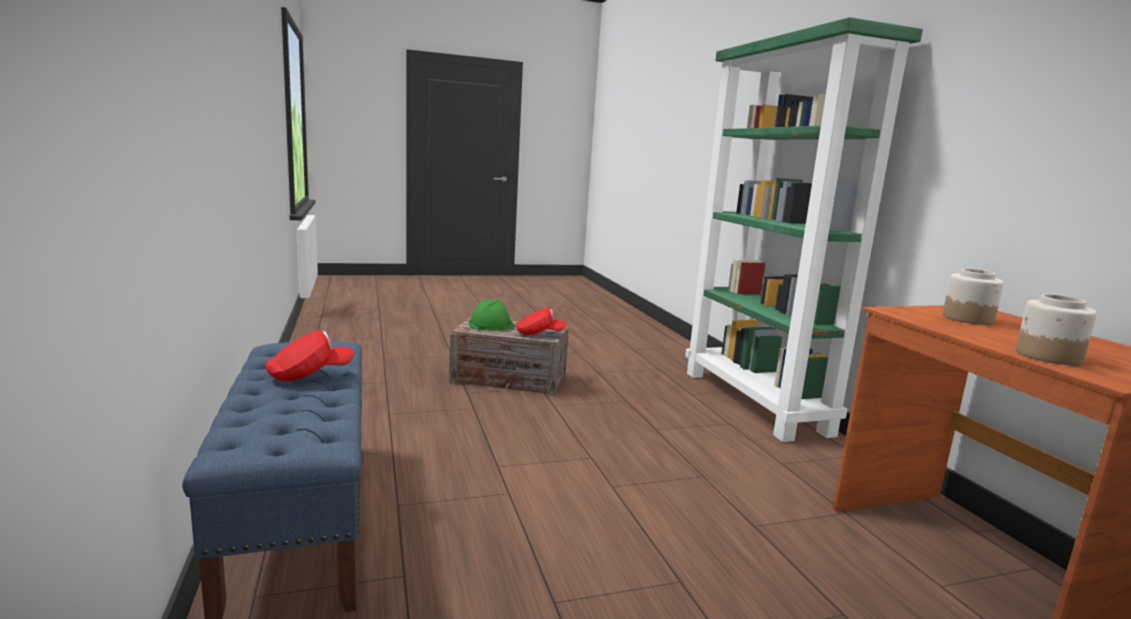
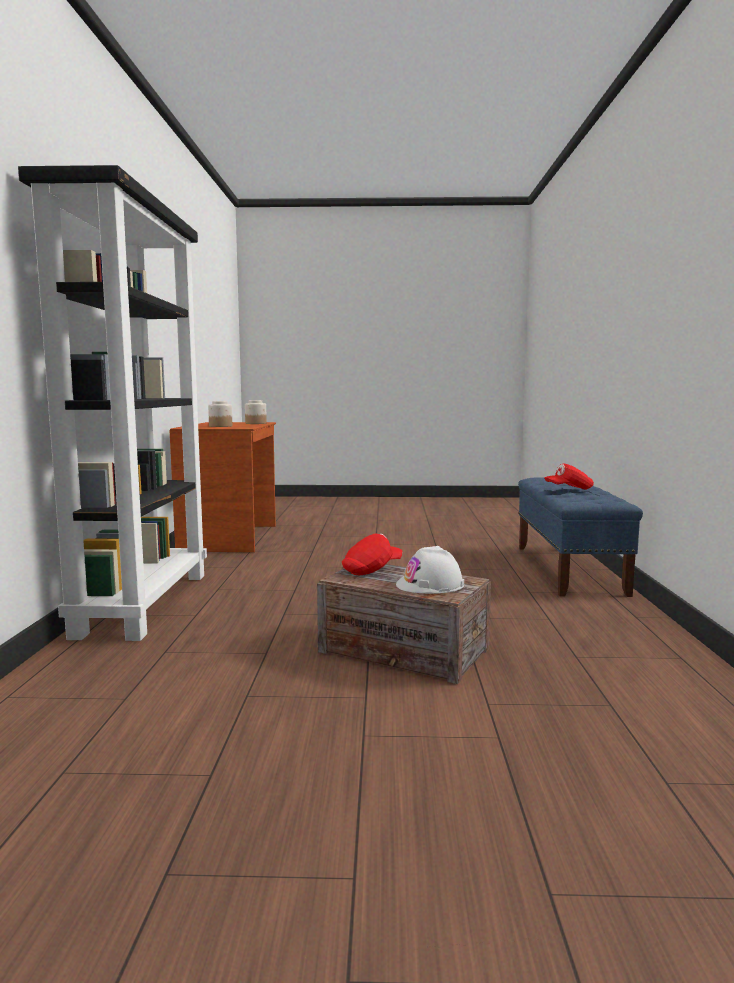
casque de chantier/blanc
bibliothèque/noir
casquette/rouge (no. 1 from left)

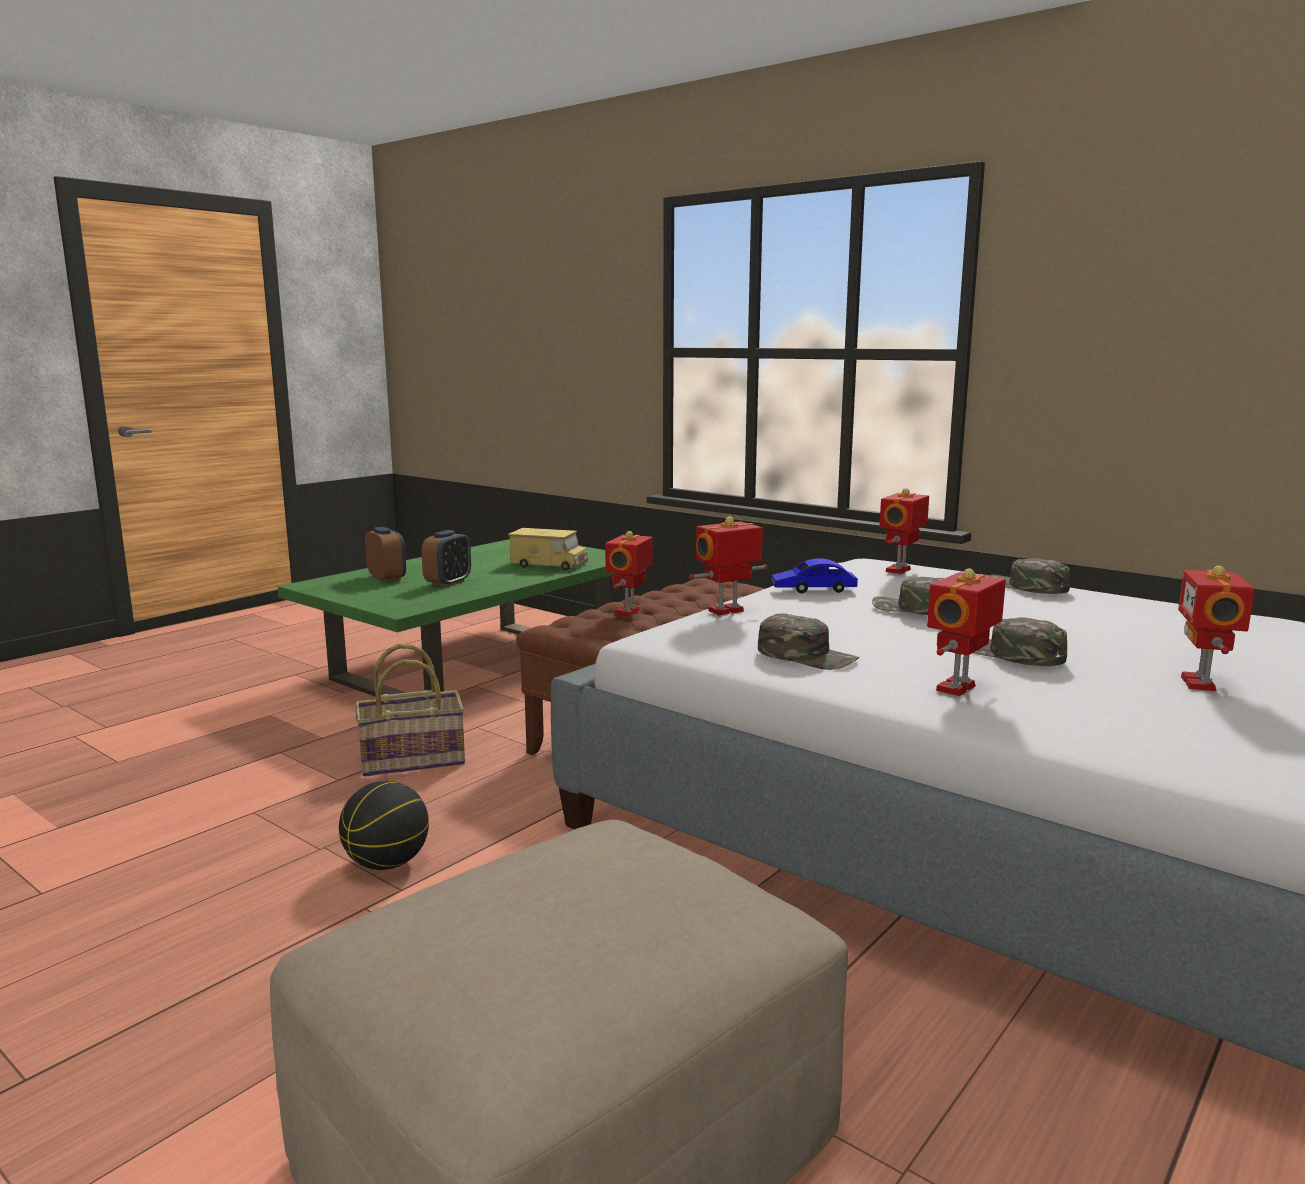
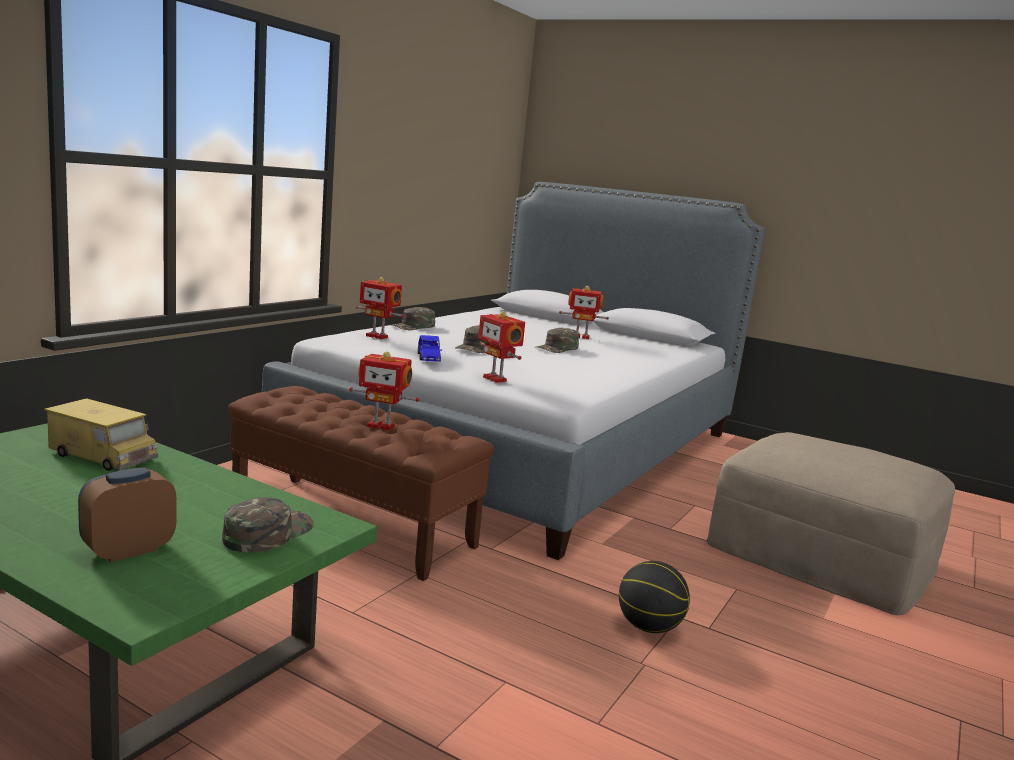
panier
réveil (no. 2 from left in the first image)
robot jouet (no. 4 from left in the first image)
casquette/vert (no. 1 from left)
camion jouet

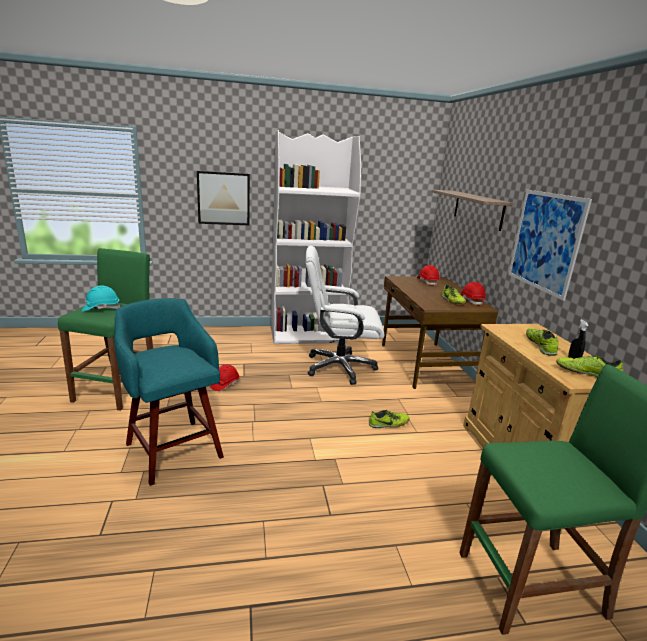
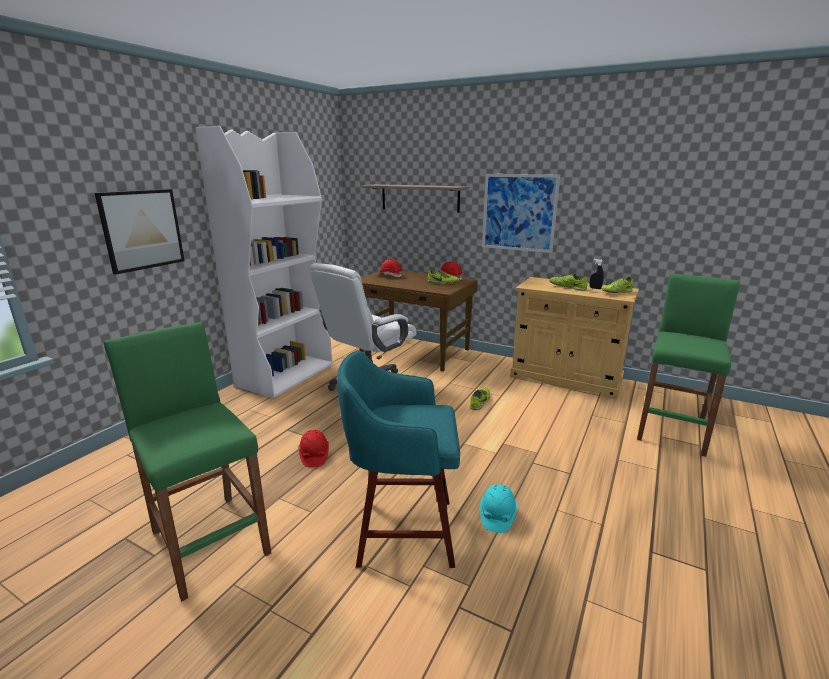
casque de chantier/turquoise

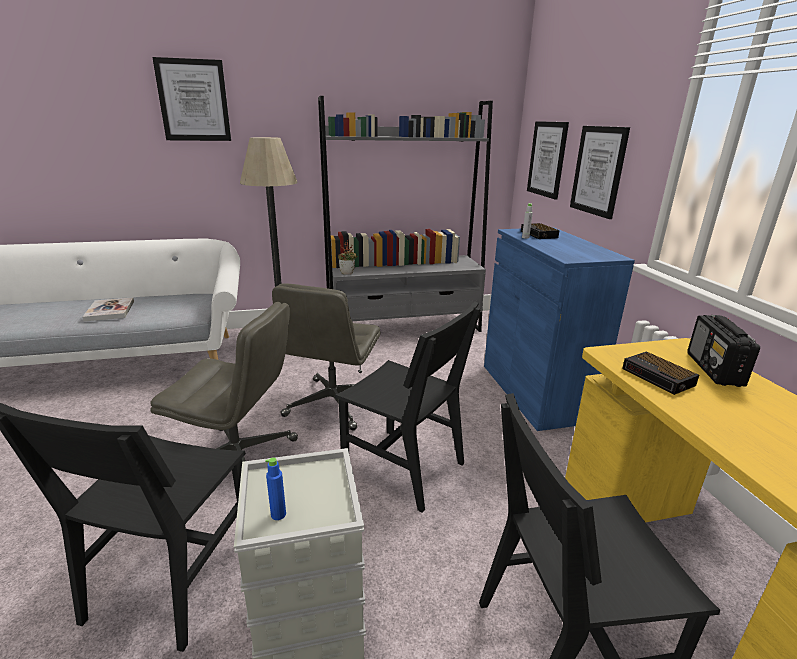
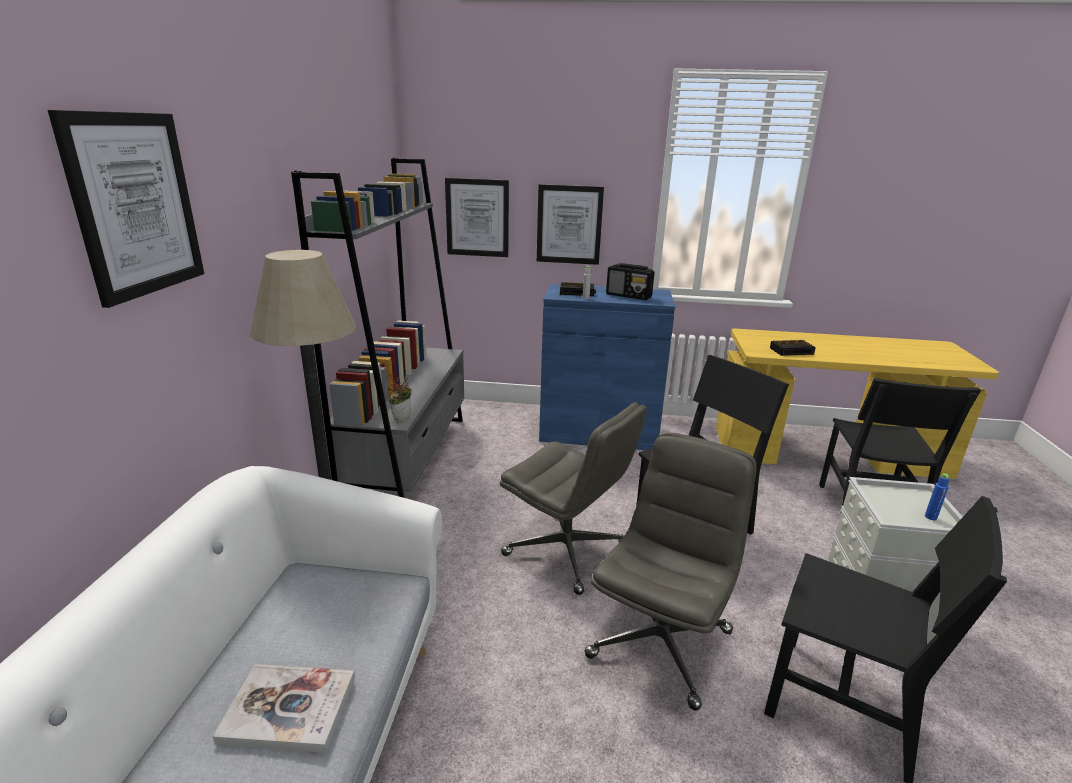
radio

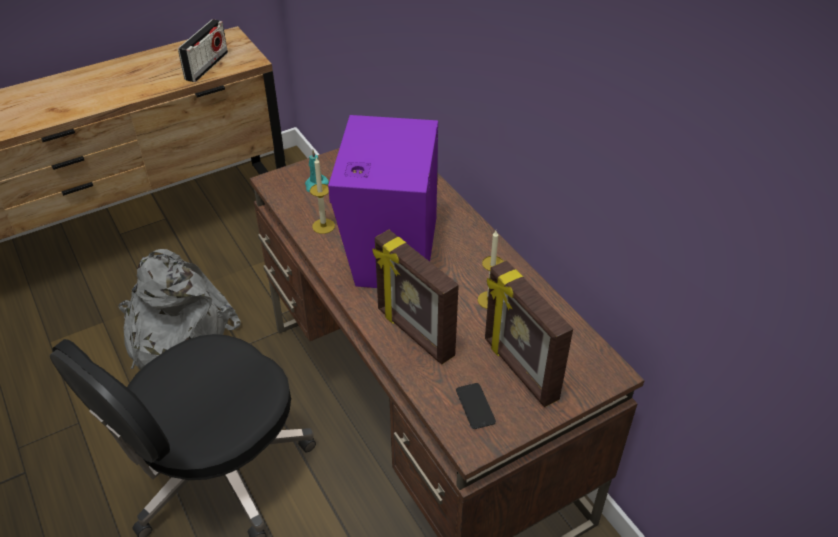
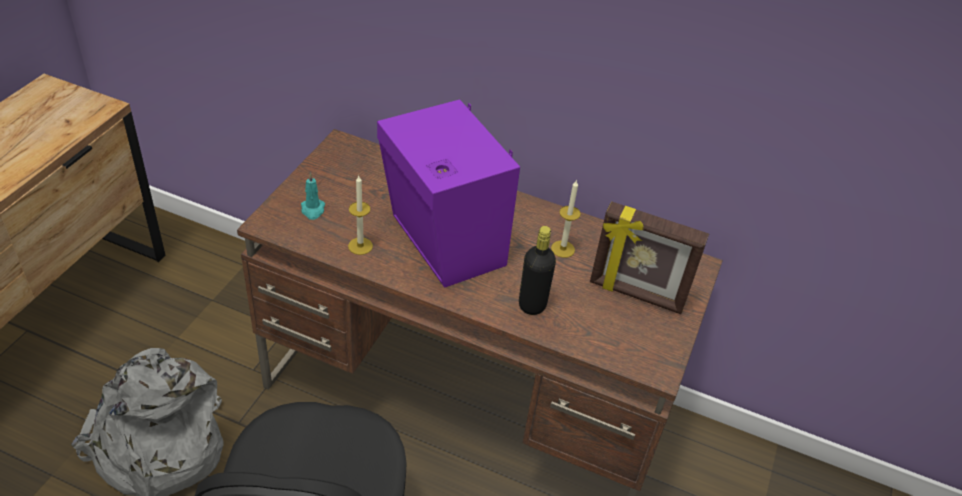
radio
téléphone
bouteille/noir

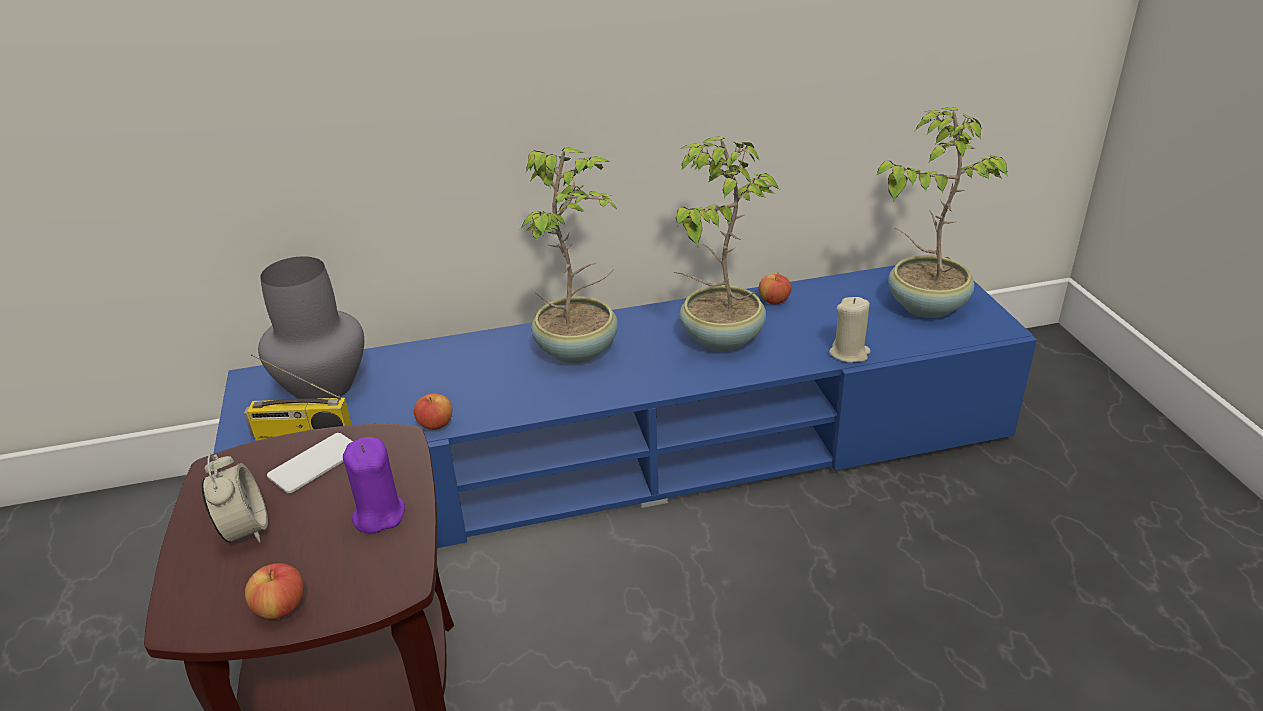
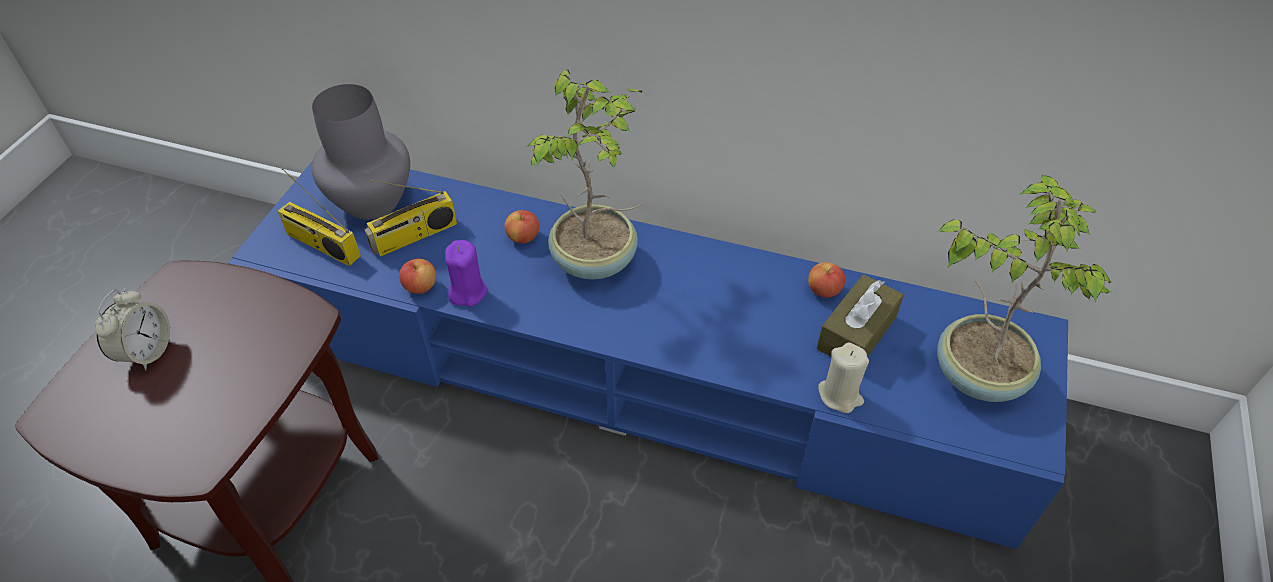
téléphone
plante en pot (no. 2 from left in the first image)
radio (no. 2 from left)
boîte à mouchoirs/marron
pomme (no. 2 from left)
bougie/violet

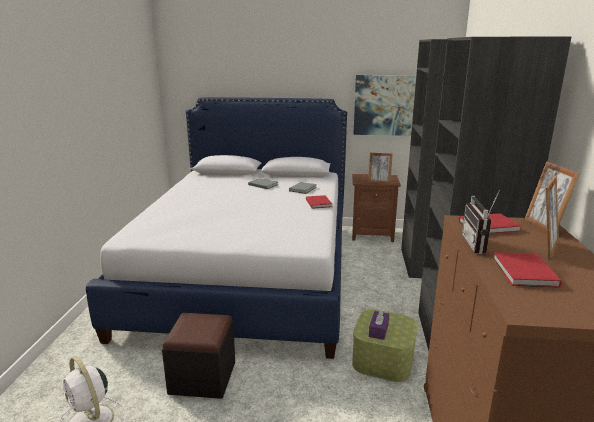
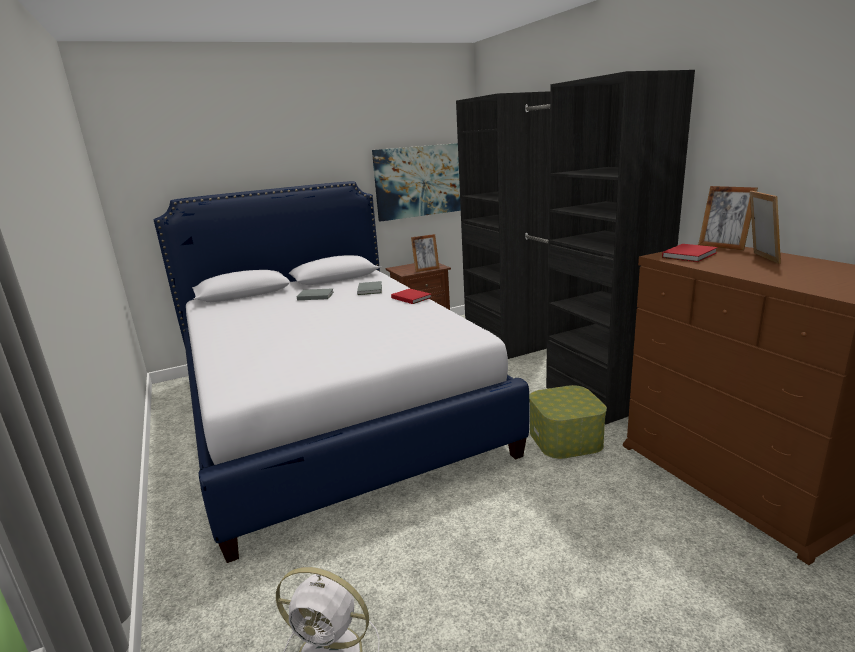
pouf/noir
boîte à mouchoirs/violet
radio
livre/rouge (no. 3 from left in the first image)

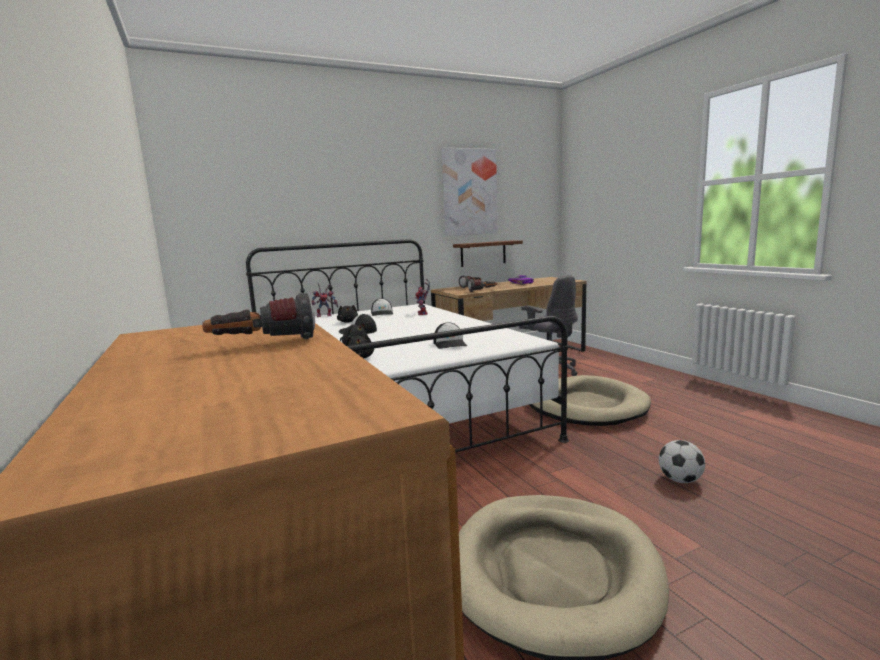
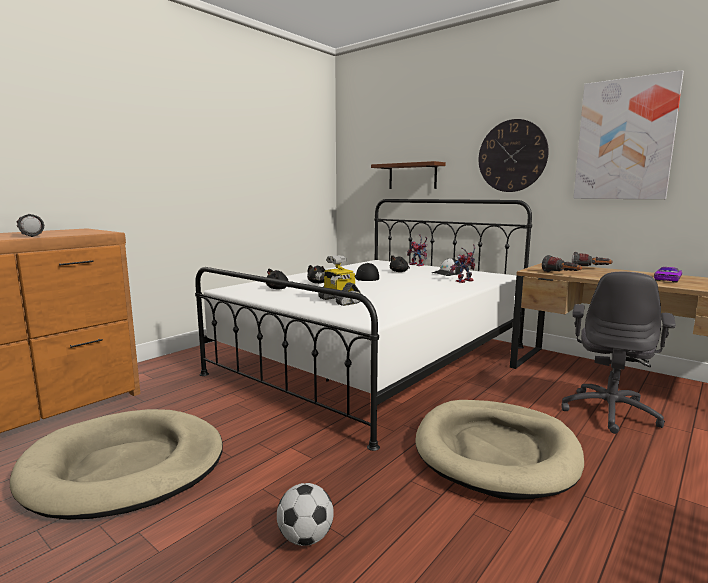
horloge murale
étagère/marron
robot jouet (no. 1 from left)

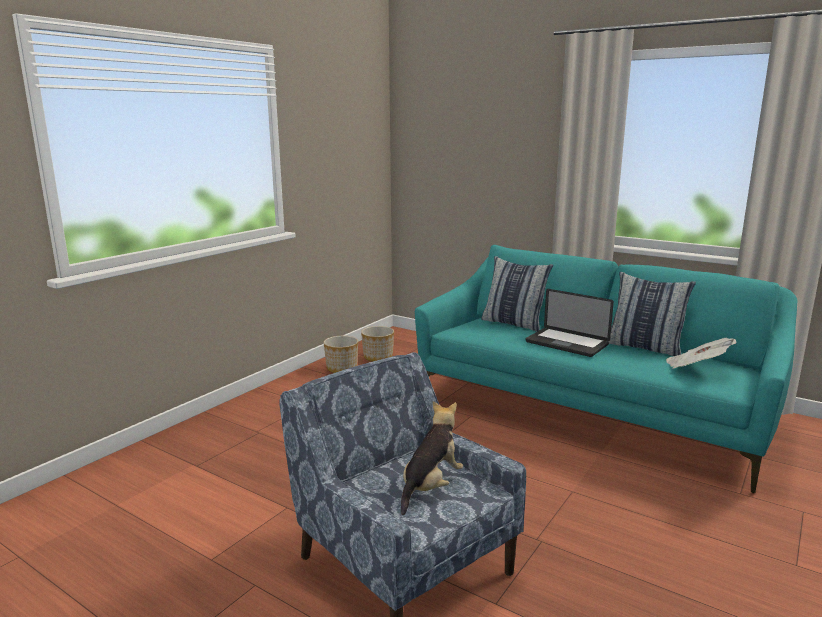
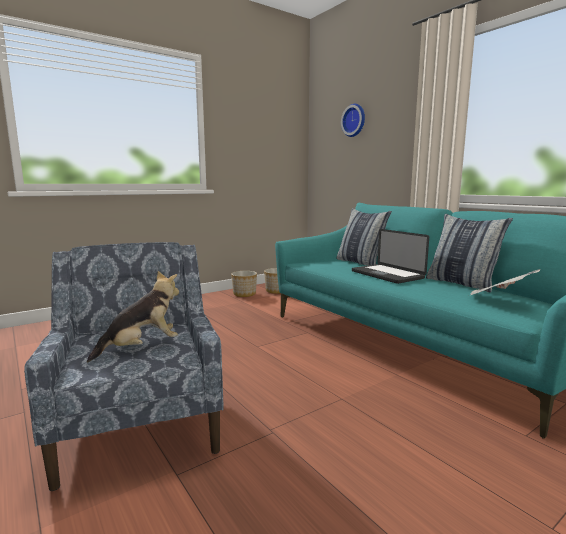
horloge murale

